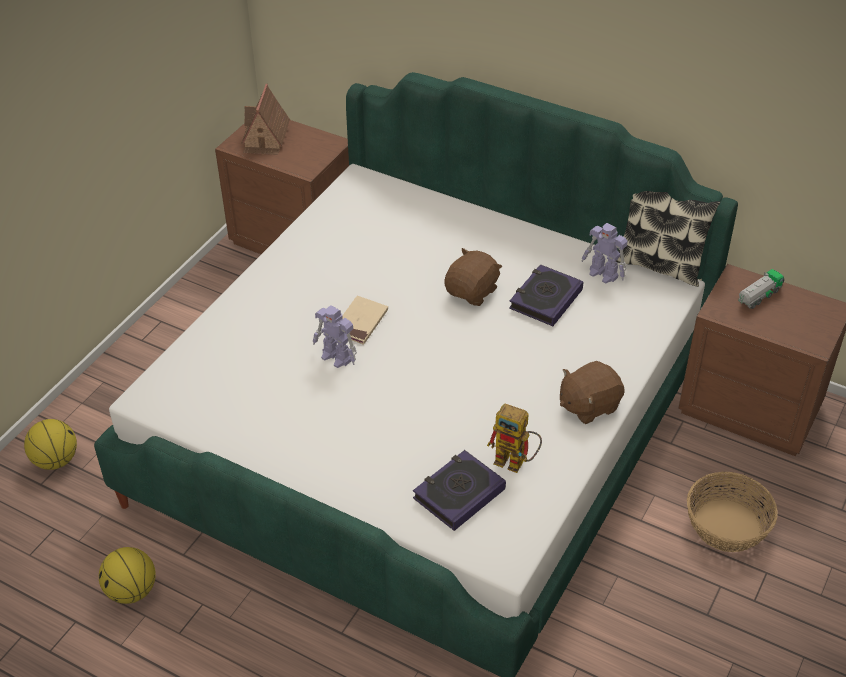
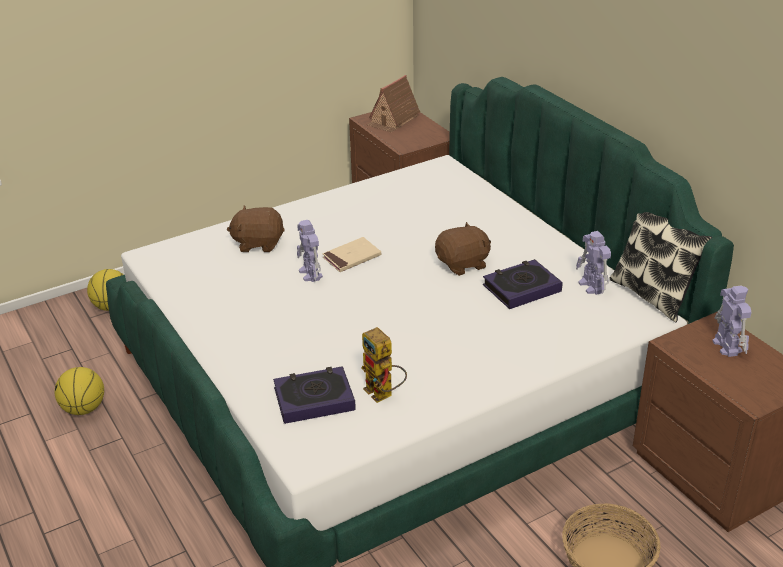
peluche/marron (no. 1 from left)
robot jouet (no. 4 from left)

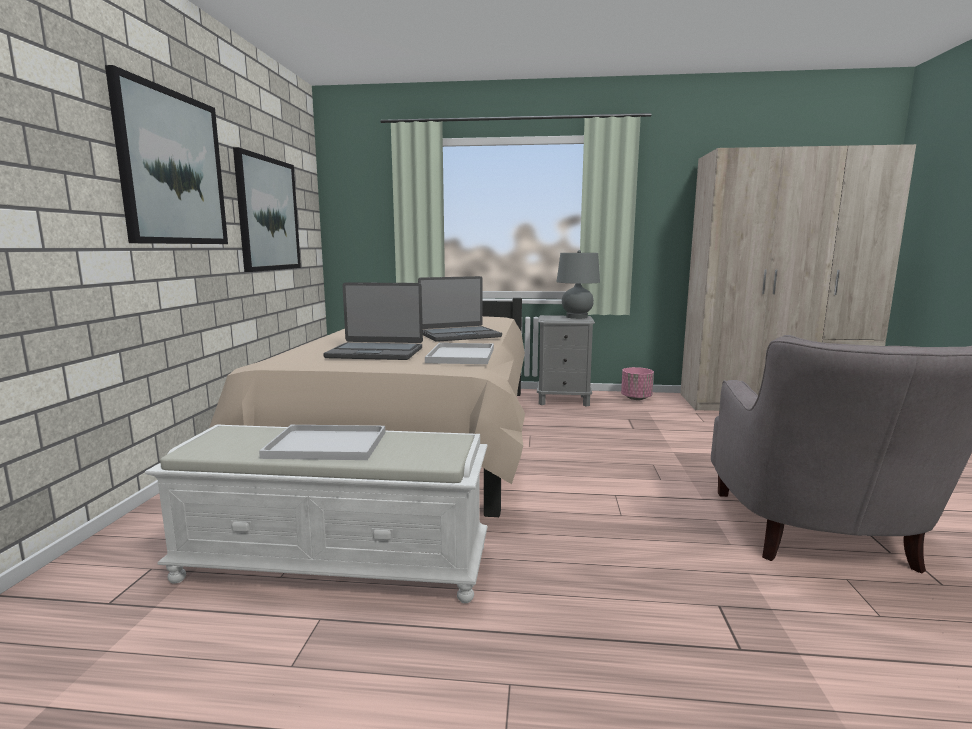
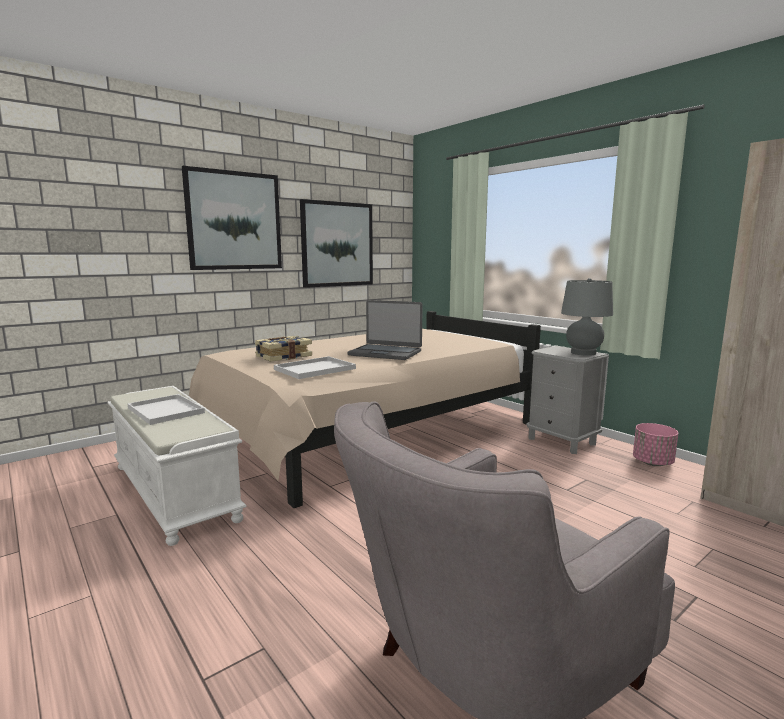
livre

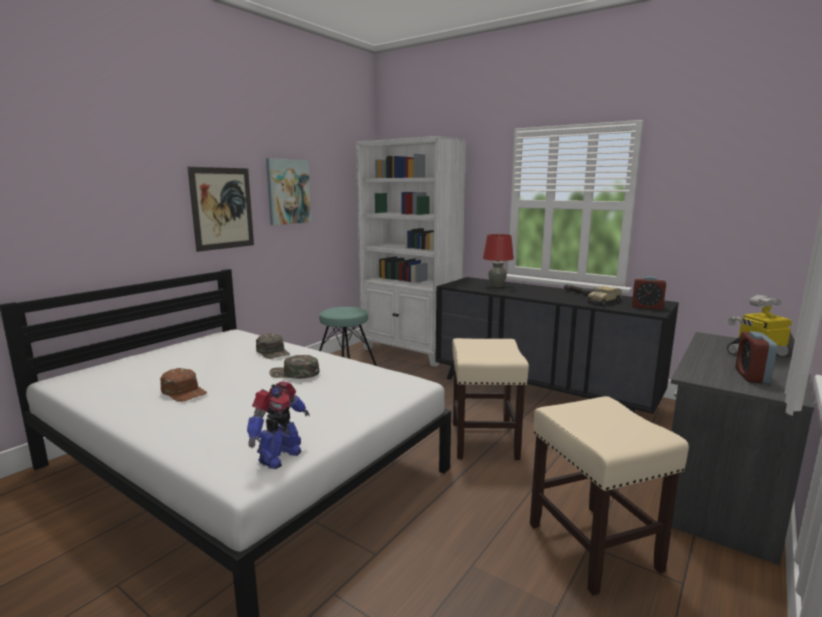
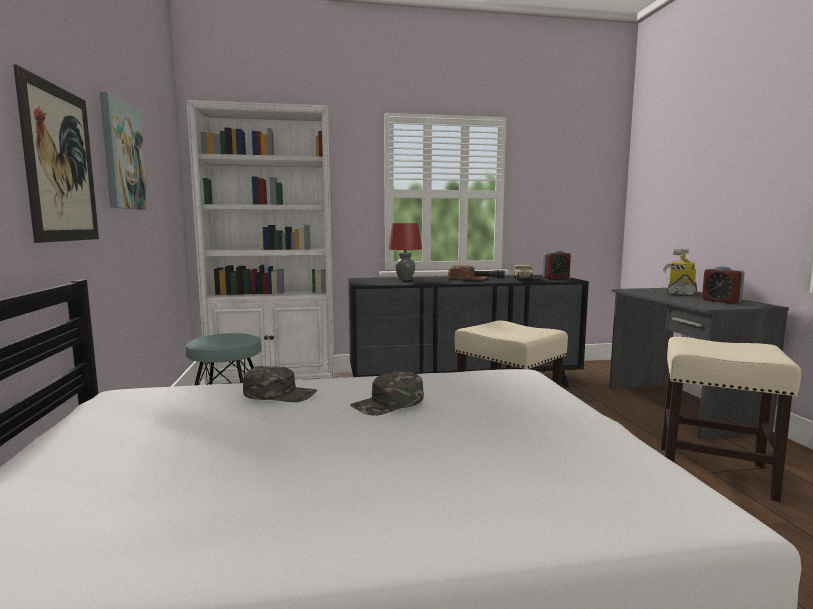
robot jouet (no. 1 from left in the first image)
casquette/marron

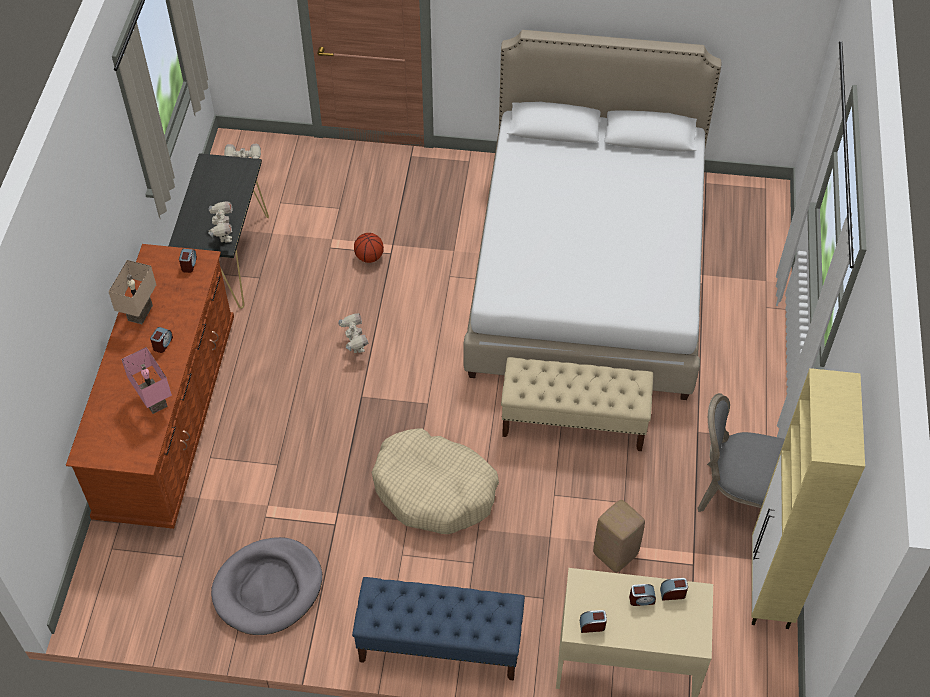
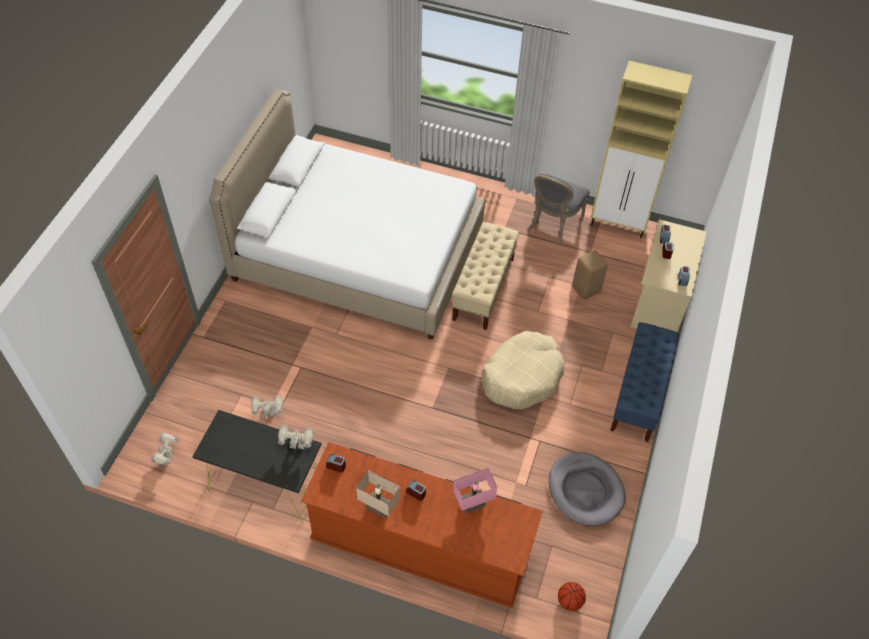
robot jouet (no. 2 from left)
ballon de basket

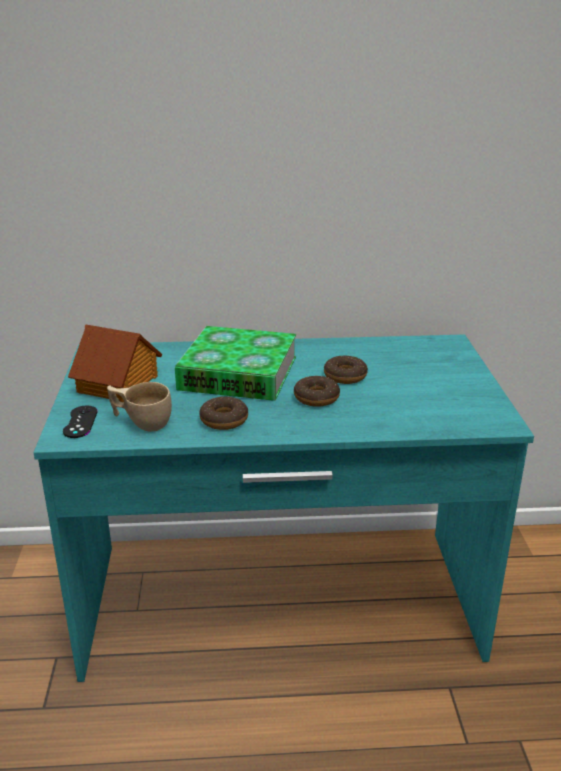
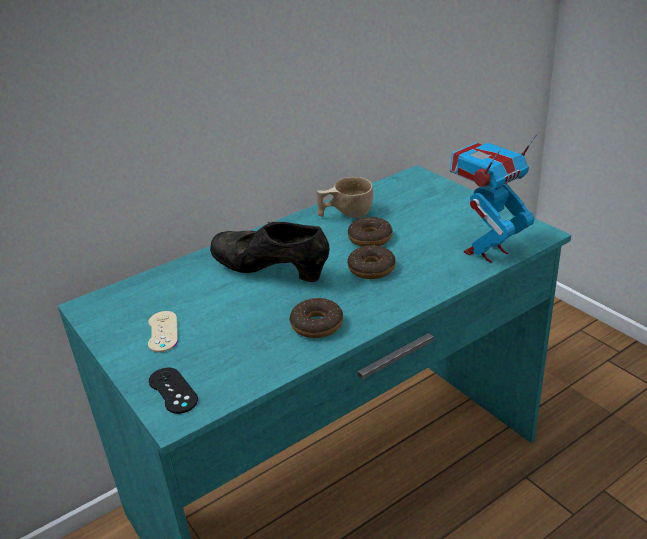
robot jouet
tasse/beige
manette/beige
chaussure/noir

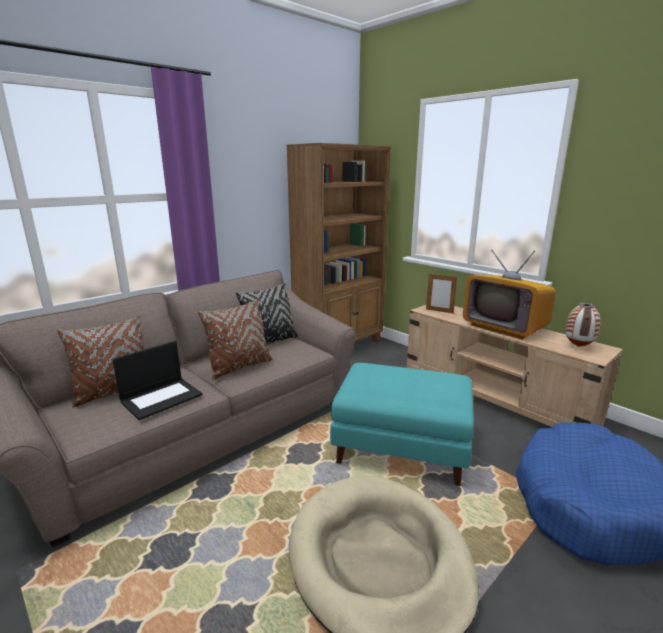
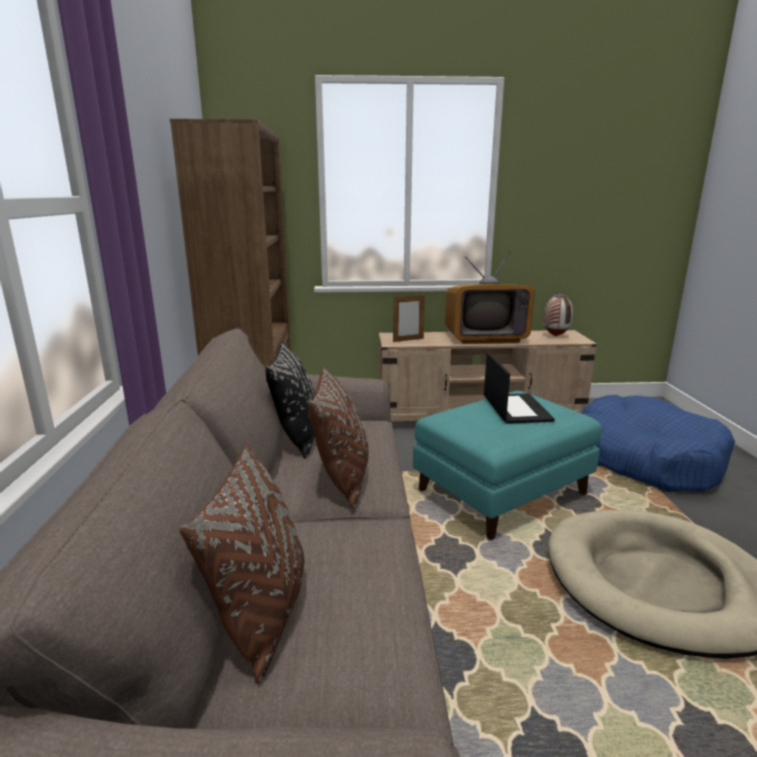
ordinateur portable

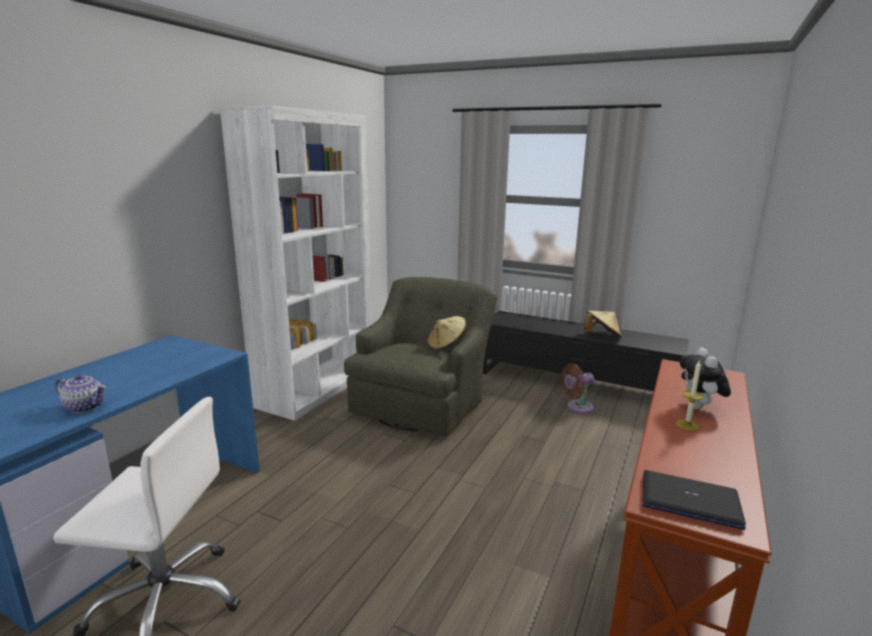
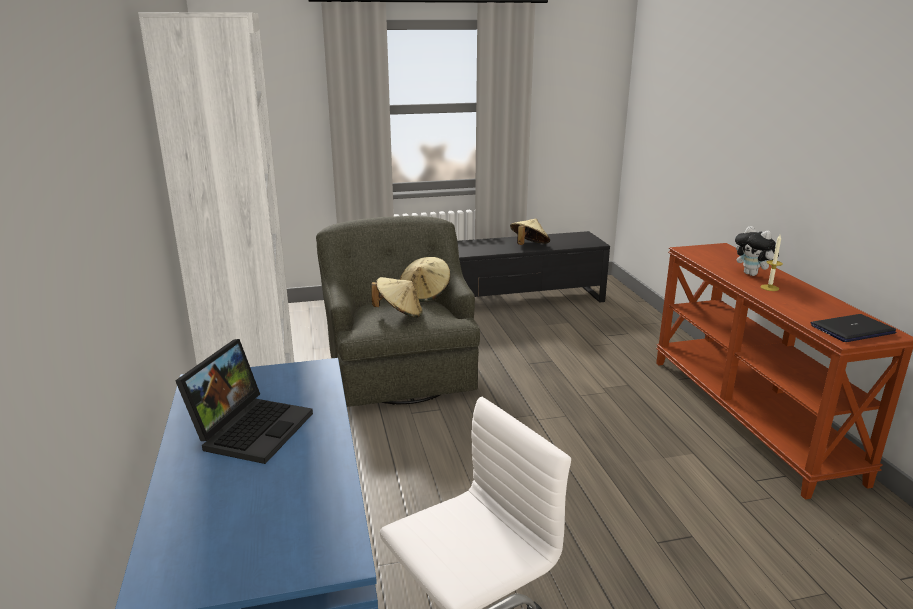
théière
ventilateur/marron
ordinateur portable (no. 1 from left)
chapeau/beige (no. 1 from left)

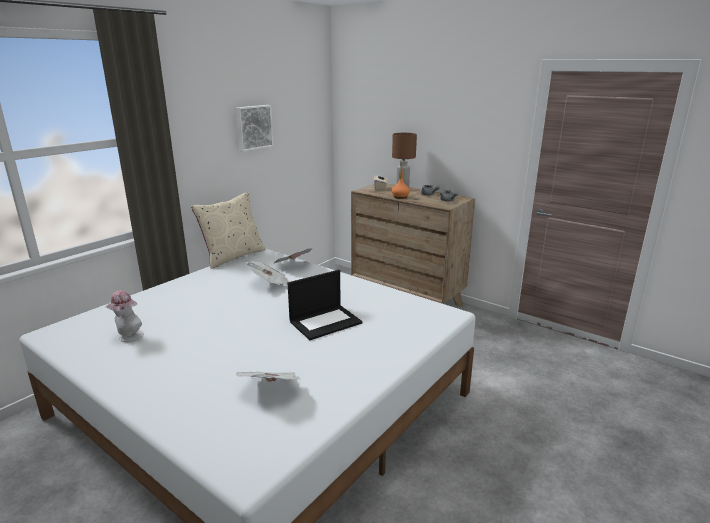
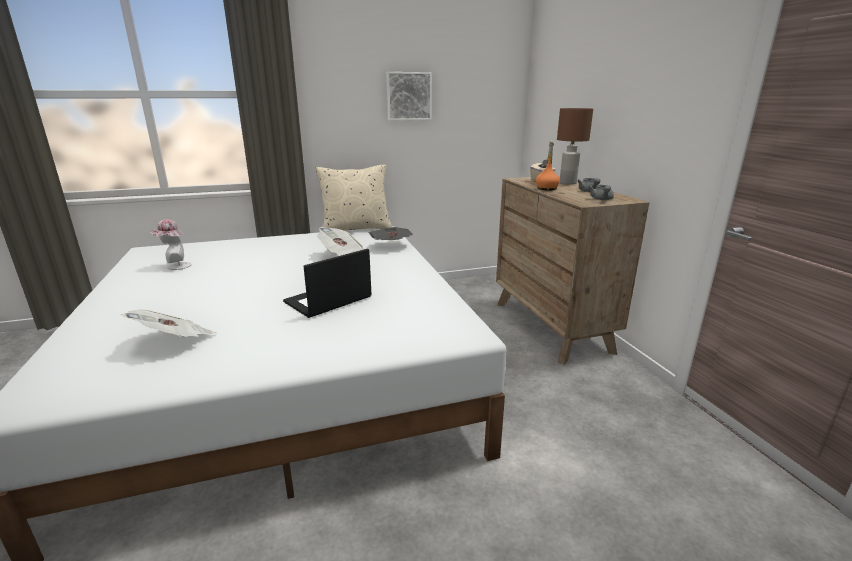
ordinateur portable

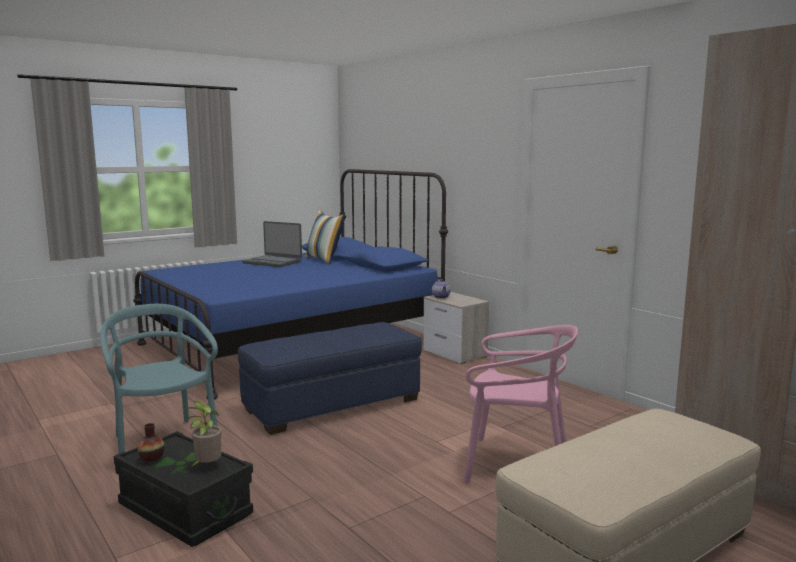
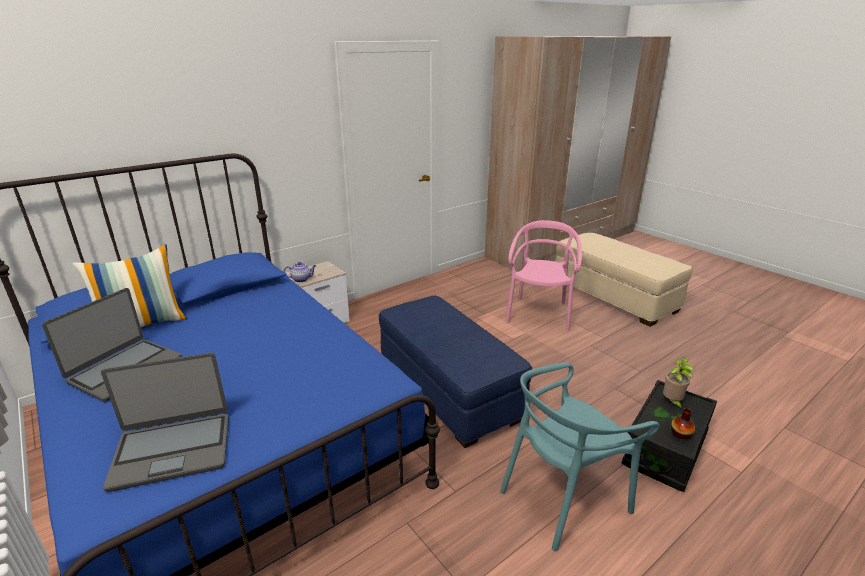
ordinateur portable (no. 2 from left)

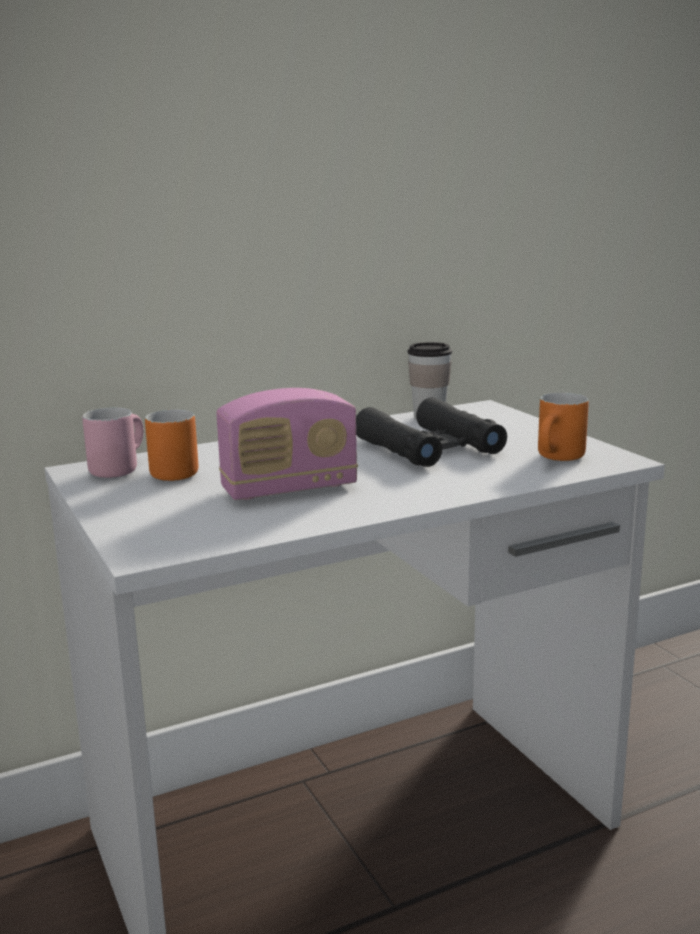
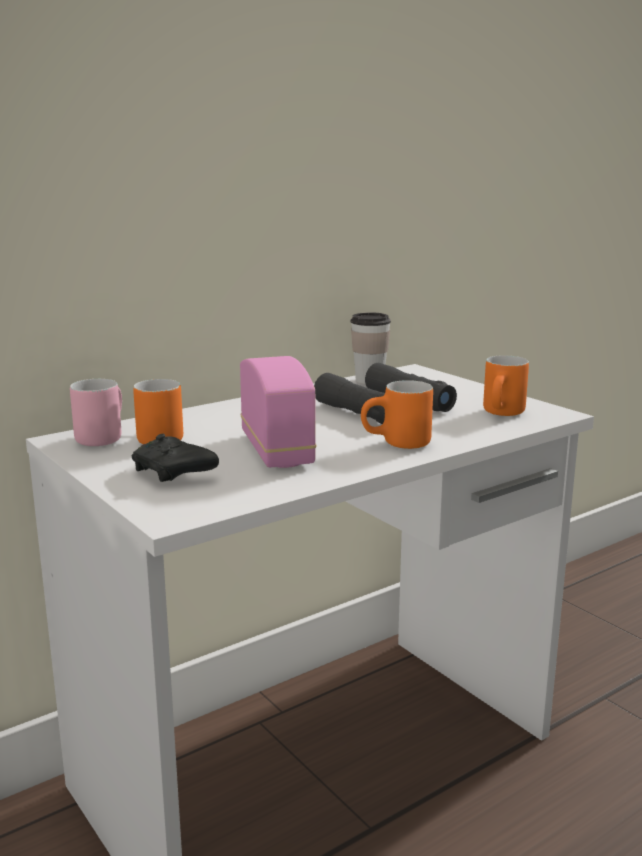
manette/noir
mug/orange (no. 2 from left)
radio

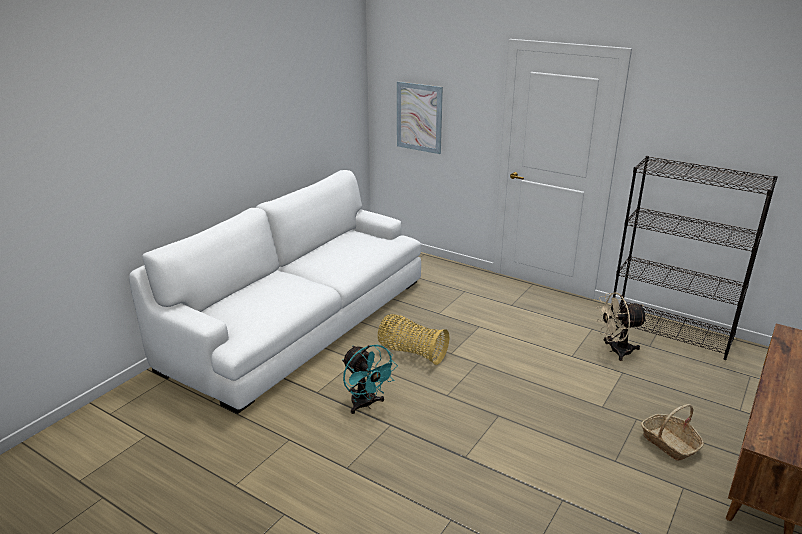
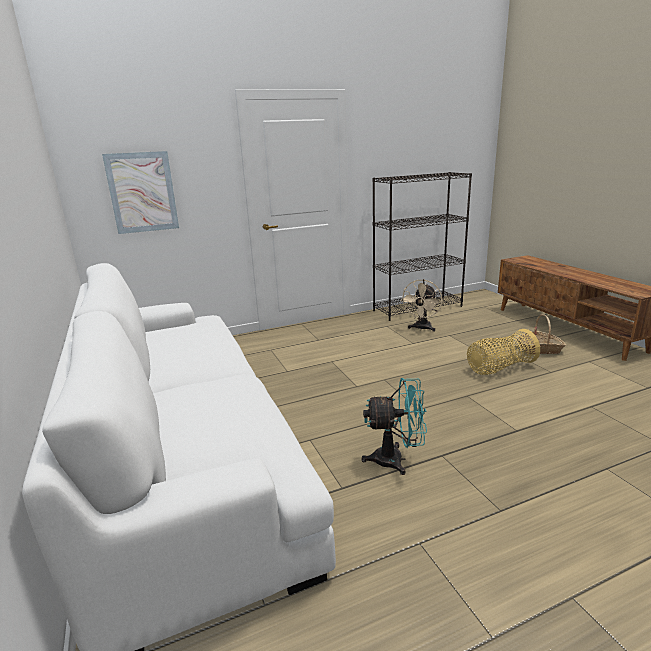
panier (no. 1 from left)

